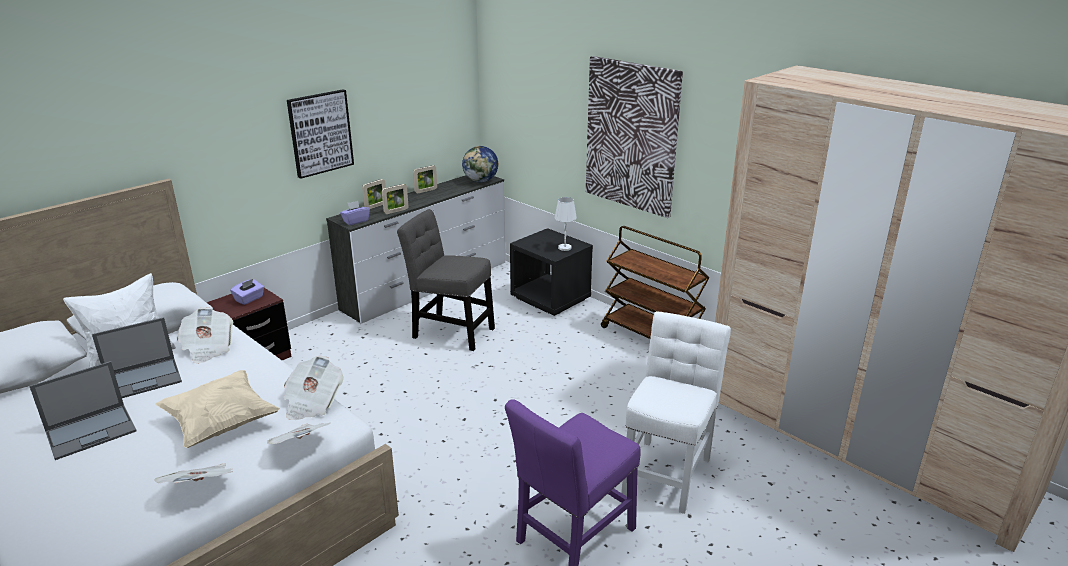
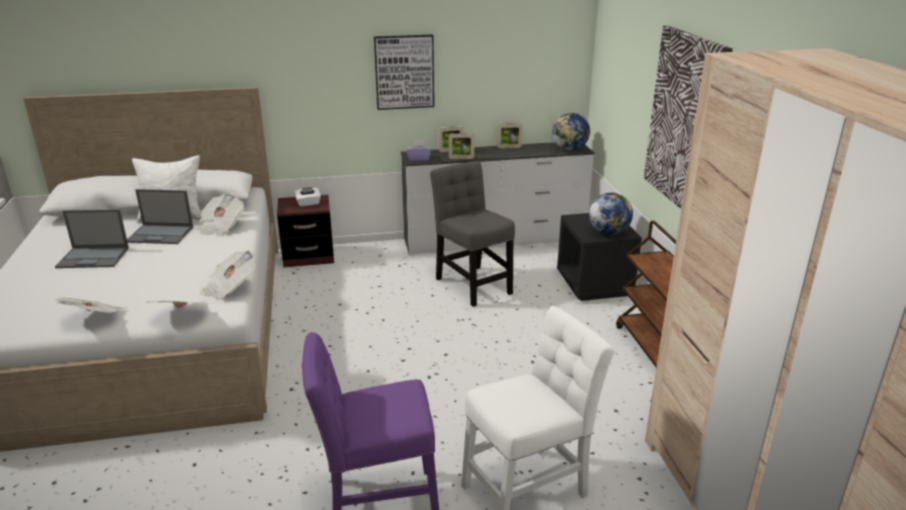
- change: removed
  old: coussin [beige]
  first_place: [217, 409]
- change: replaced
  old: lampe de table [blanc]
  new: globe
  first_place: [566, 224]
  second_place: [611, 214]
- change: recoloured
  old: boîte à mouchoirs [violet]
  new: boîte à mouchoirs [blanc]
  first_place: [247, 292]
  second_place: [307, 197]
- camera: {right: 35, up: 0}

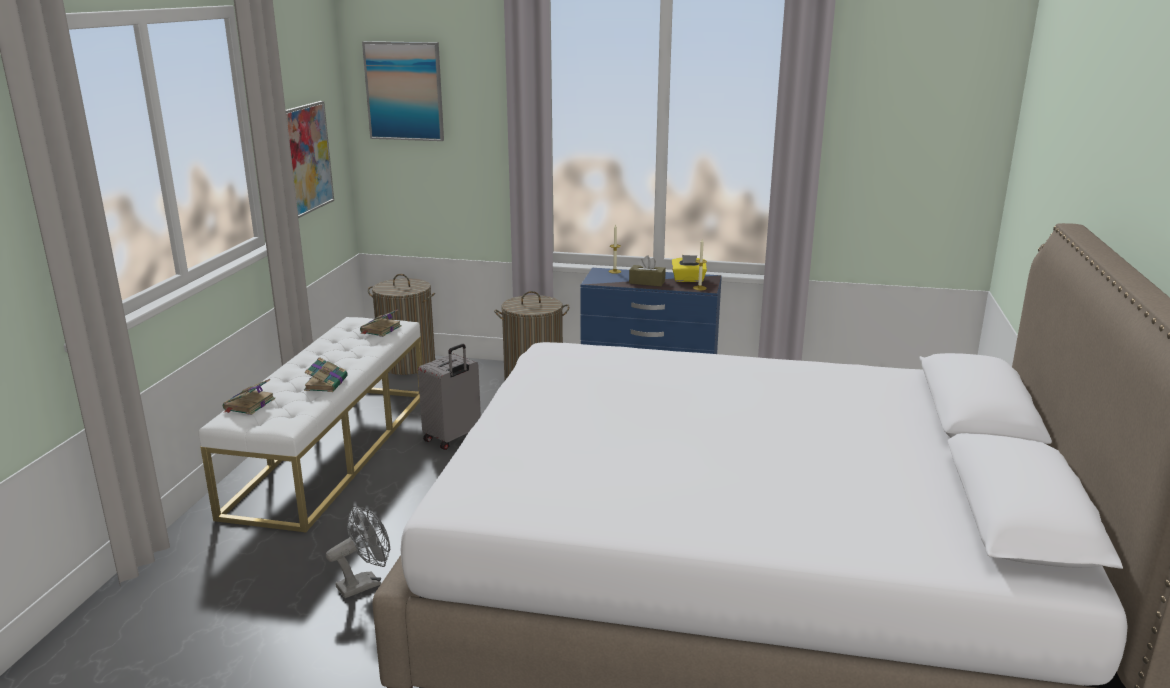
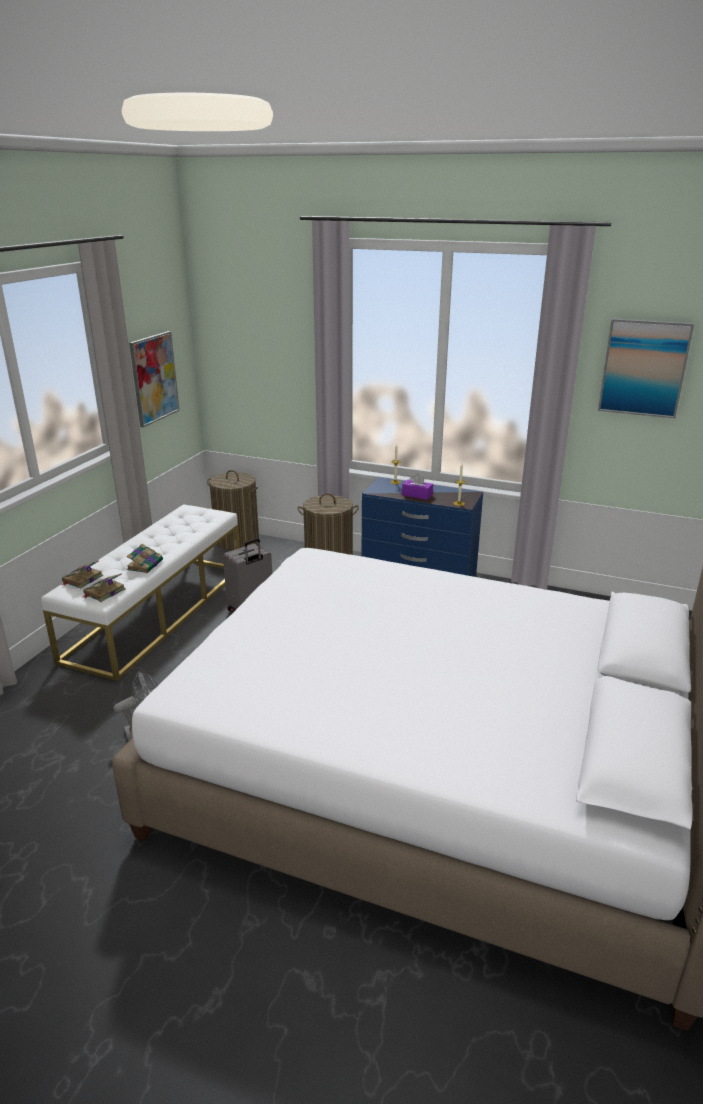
- change: removed
  old: boîte à mouchoirs [jaune]
  first_place: [689, 268]
- change: moved
  old: livre
  first_place: [381, 323]
  second_place: [104, 587]
- change: moved
  old: tableau
  first_place: [403, 91]
  second_place: [646, 368]
- change: recoloured
  old: boîte à mouchoirs [marron]
  new: boîte à mouchoirs [violet]
  first_place: [647, 270]
  second_place: [417, 486]
- camera: {right: 10, up: 5}

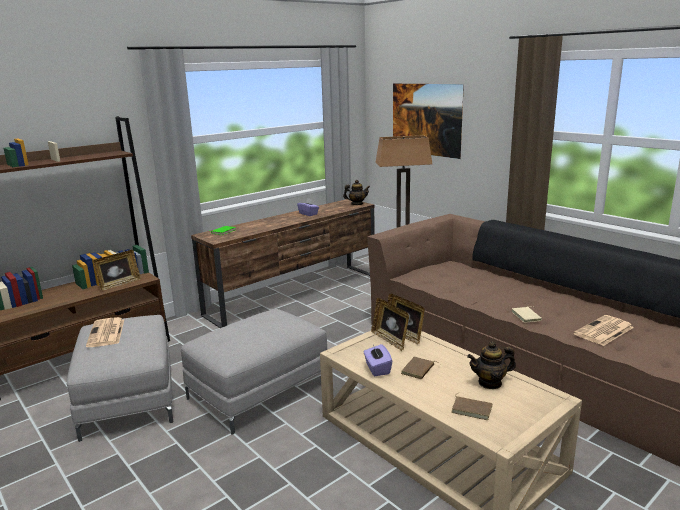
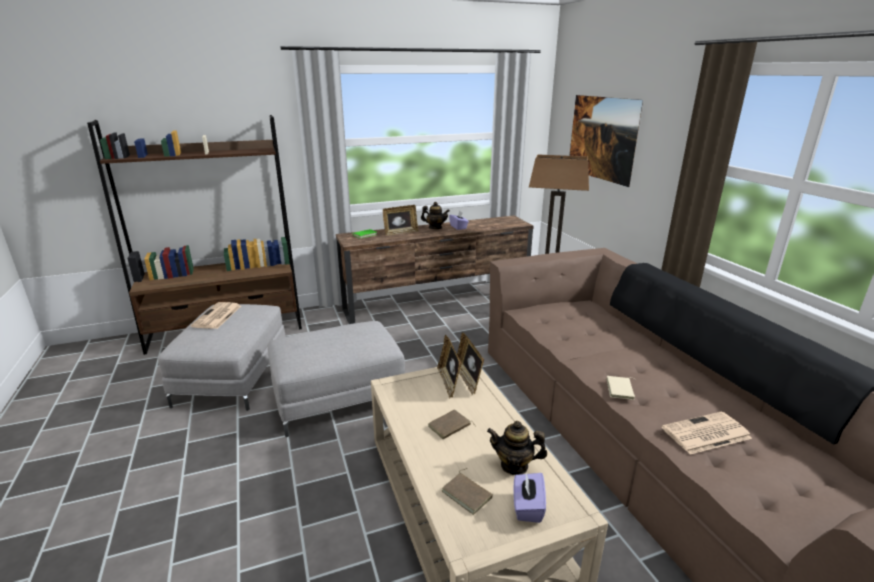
- change: moved
  old: cadre photo
  first_place: [117, 270]
  second_place: [400, 220]
- change: moved
  old: théière
  first_place: [356, 192]
  second_place: [435, 215]
- change: moved
  old: boîte à mouchoirs [violet]
  first_place: [377, 360]
  second_place: [529, 498]
- camera: {right: 20, up: 5}

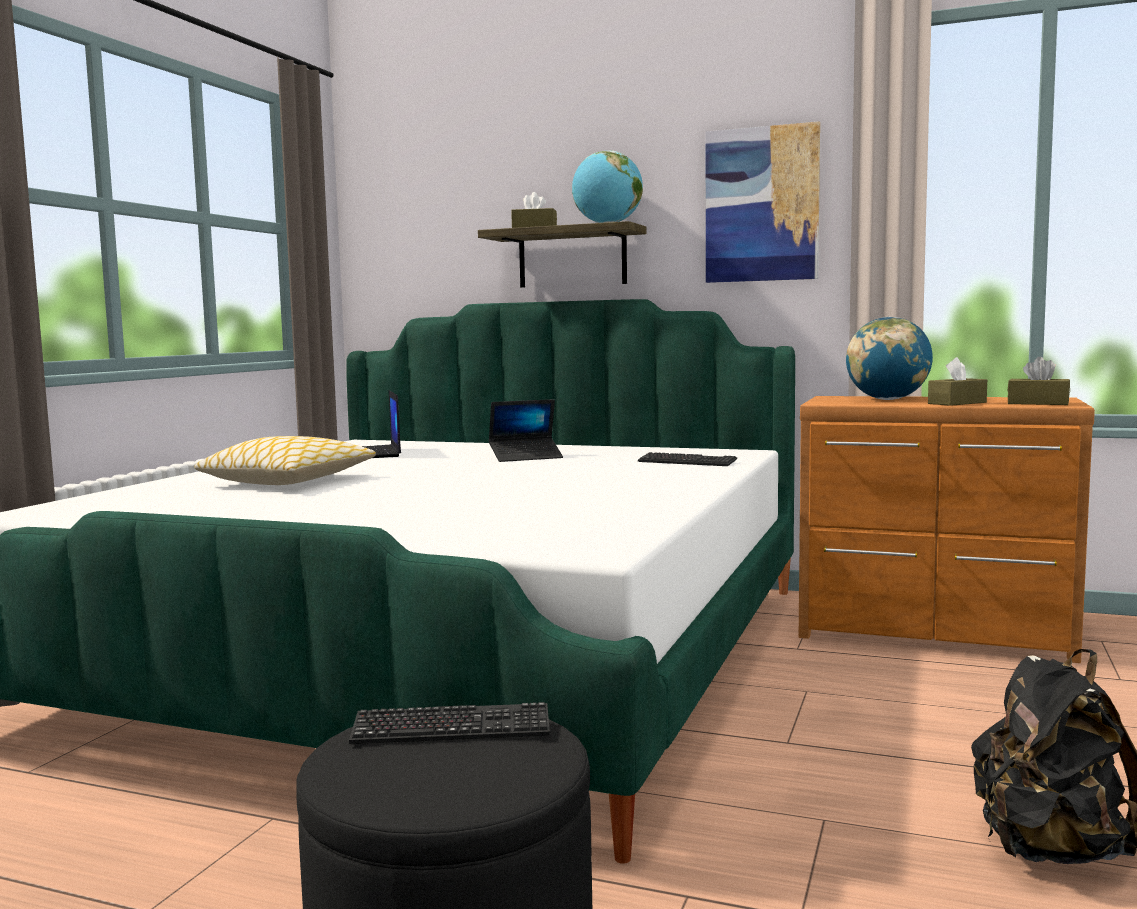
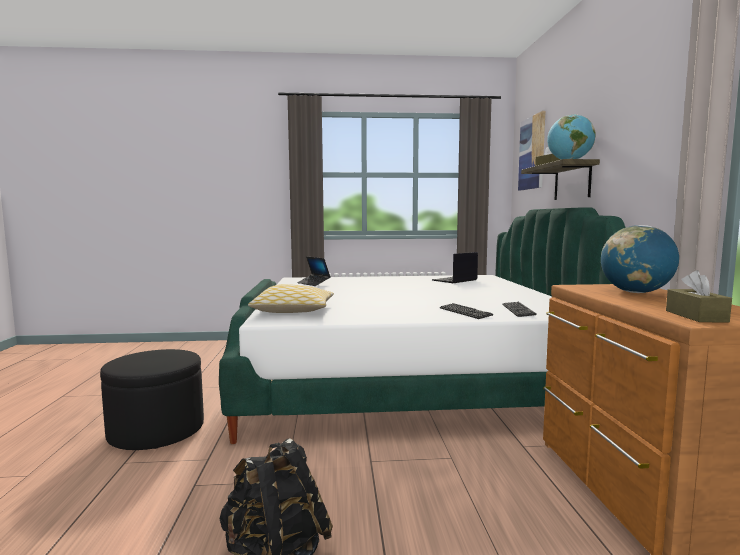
- change: removed
  old: boîte à mouchoirs [marron]
  first_place: [957, 381]
- change: moved
  old: coussin
  first_place: [285, 460]
  second_place: [291, 298]
- change: moved
  old: clavier
  first_place: [449, 723]
  second_place: [466, 311]
- change: moved
  old: ordinateur portable
  first_place: [526, 430]
  second_place: [314, 271]
- change: moved
  old: tableau
  first_place: [763, 202]
  second_place: [532, 151]
- camera: {right: 65, up: 0}

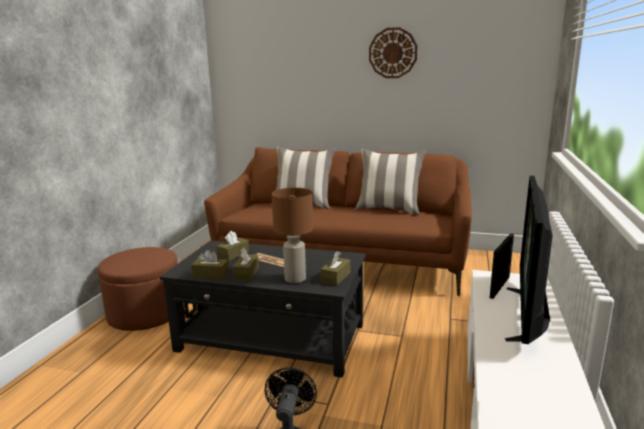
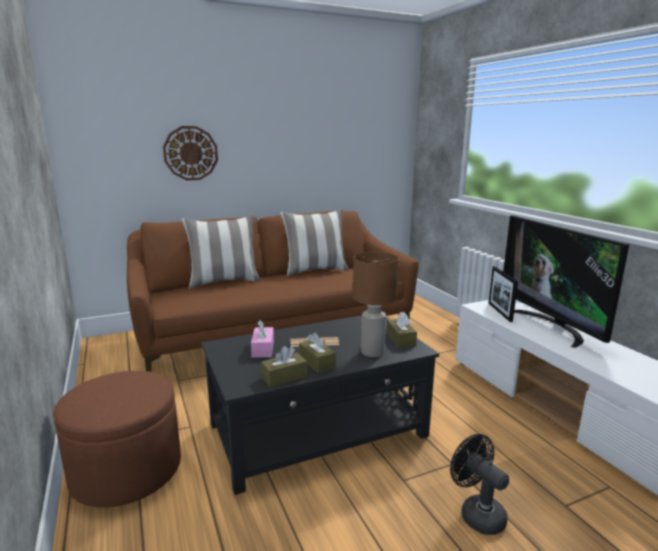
- change: moved
  old: horloge murale
  first_place: [393, 52]
  second_place: [190, 153]
- change: recoloured
  old: boîte à mouchoirs [marron]
  new: boîte à mouchoirs [rose]
  first_place: [232, 246]
  second_place: [262, 339]
- camera: {right: -40, up: 0}

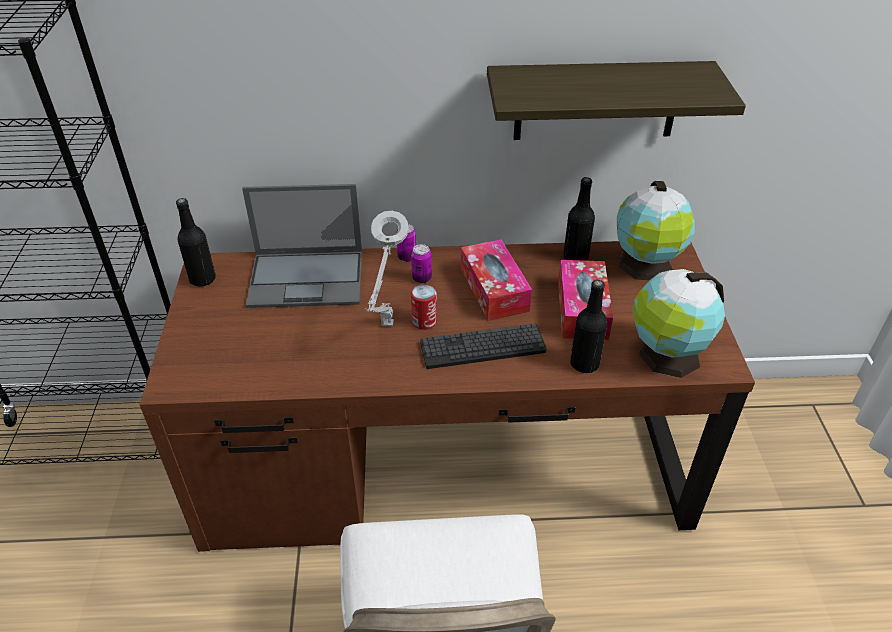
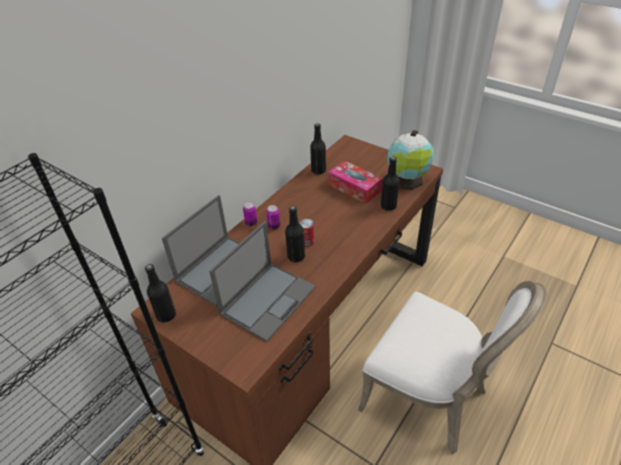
- change: removed
  old: clavier
  first_place: [483, 346]
- change: removed
  old: boîte à mouchoirs
  first_place: [496, 280]
- change: removed
  old: étagère
  first_place: [616, 100]
- change: removed
  old: globe
  first_place: [656, 230]
- change: added
  new: ordinateur portable
  second_place: [262, 281]
- change: replaced
  old: lampe de table [gris]
  new: bouteille [noir]
  first_place: [387, 269]
  second_place: [295, 234]
- camera: {right: -50, up: 0}

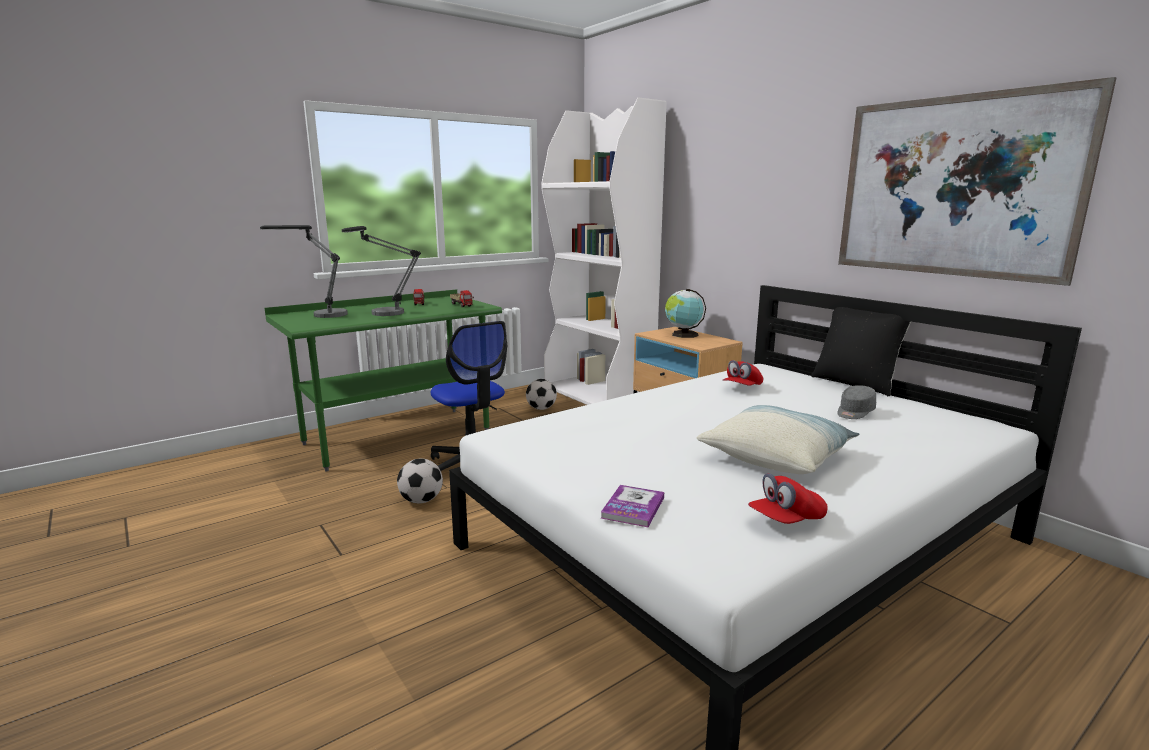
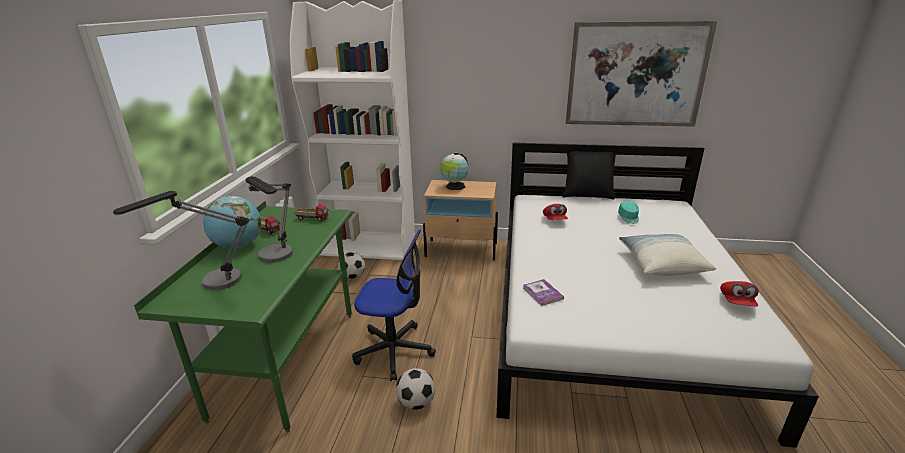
- change: added
  new: globe
  second_place: [232, 222]
- change: moved
  old: livre
  first_place: [632, 506]
  second_place: [543, 292]
- change: recoloured
  old: casquette [gris]
  new: casquette [turquoise]
  first_place: [856, 402]
  second_place: [628, 212]
- camera: {right: -45, up: 10}

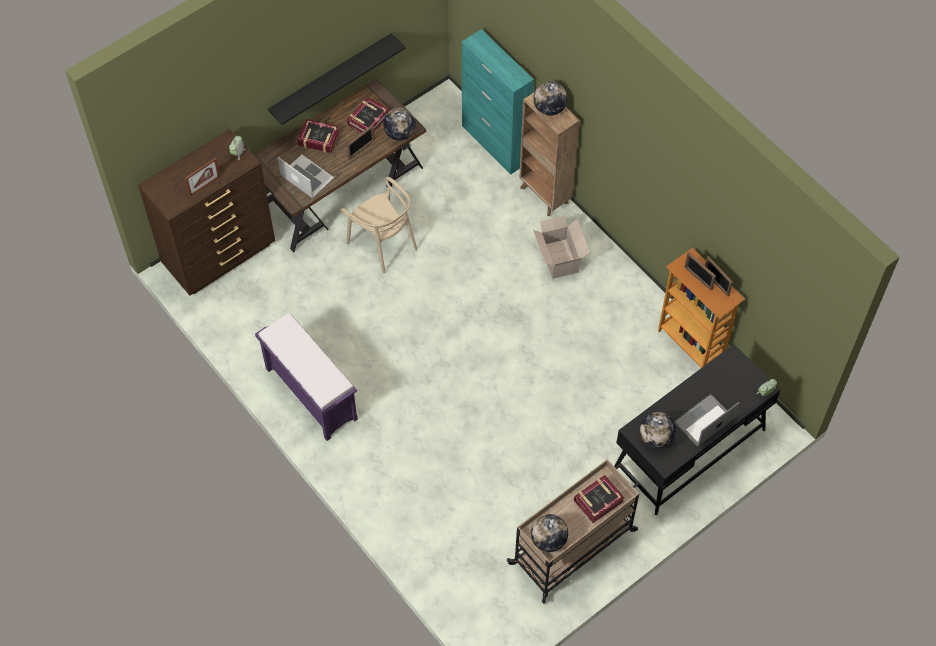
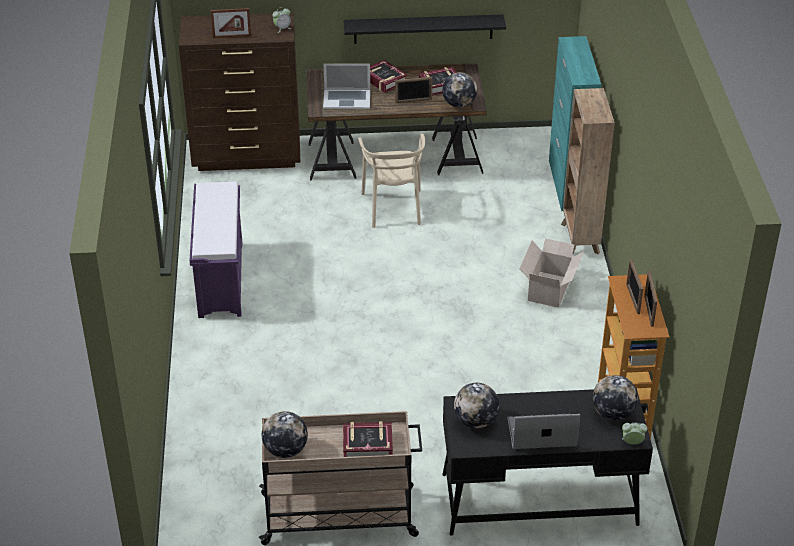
- change: moved
  old: globe
  first_place: [550, 98]
  second_place: [615, 398]
- change: turned
  old: ordinateur portable
  first_place: [306, 176]
  second_place: [346, 86]
  degrees: 105
- camera: {right: 35, up: -20}

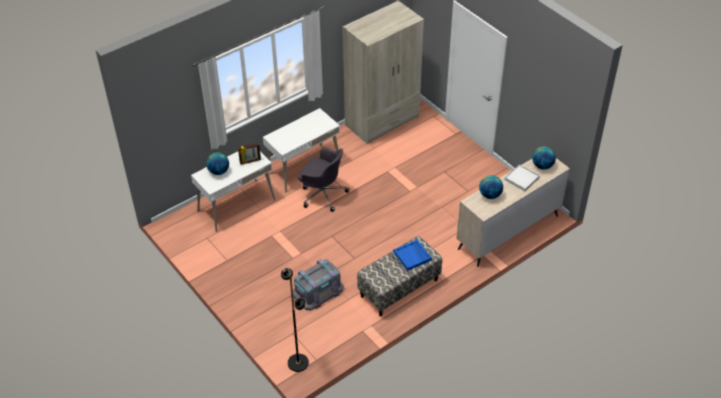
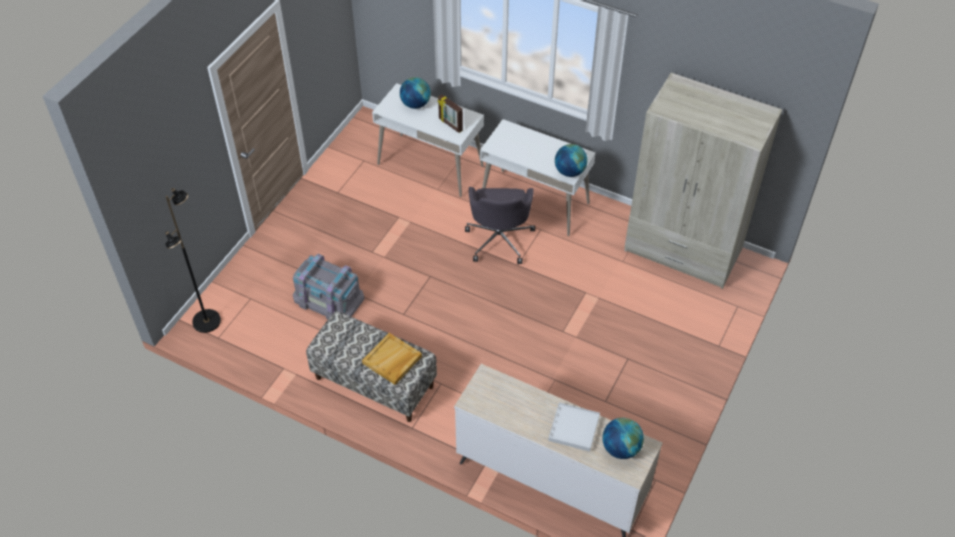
- change: moved
  old: globe
  first_place: [491, 187]
  second_place: [571, 160]
- change: recoloured
  old: plateau [bleu]
  new: plateau [beige]
  first_place: [412, 255]
  second_place: [392, 359]
- camera: {right: 65, up: 5}

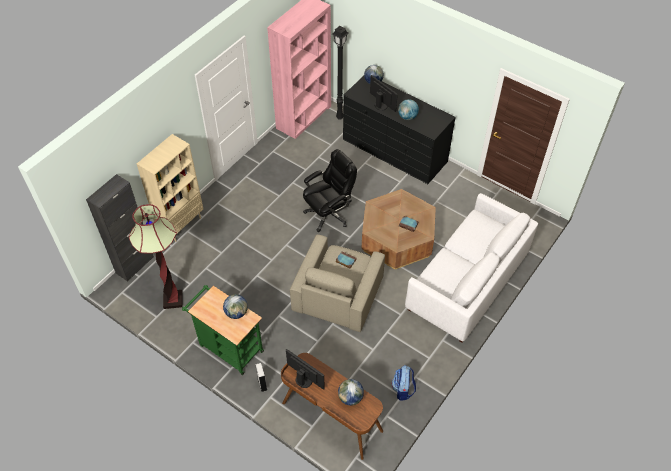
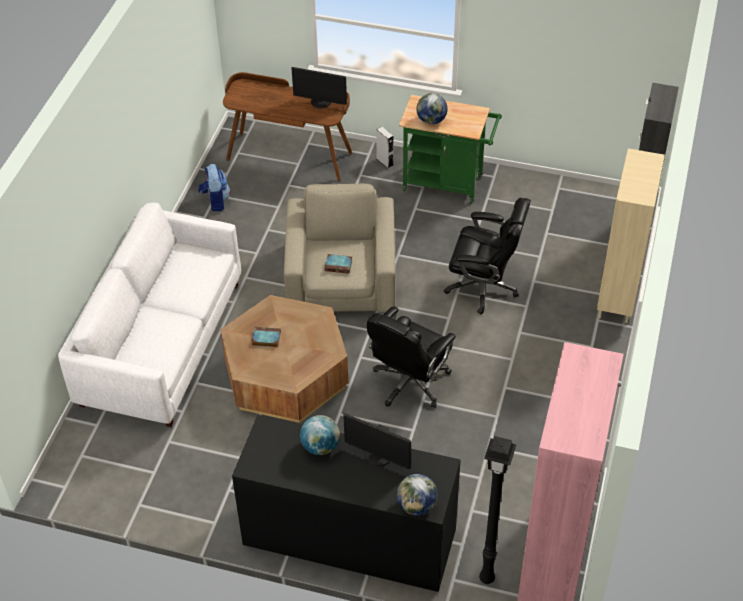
- change: removed
  old: lampadaire
  first_place: [156, 256]
- change: removed
  old: globe
  first_place: [351, 392]
- change: added
  new: chaise de bureau [noir]
  second_place: [487, 256]
- camera: {right: 160, up: -5}

